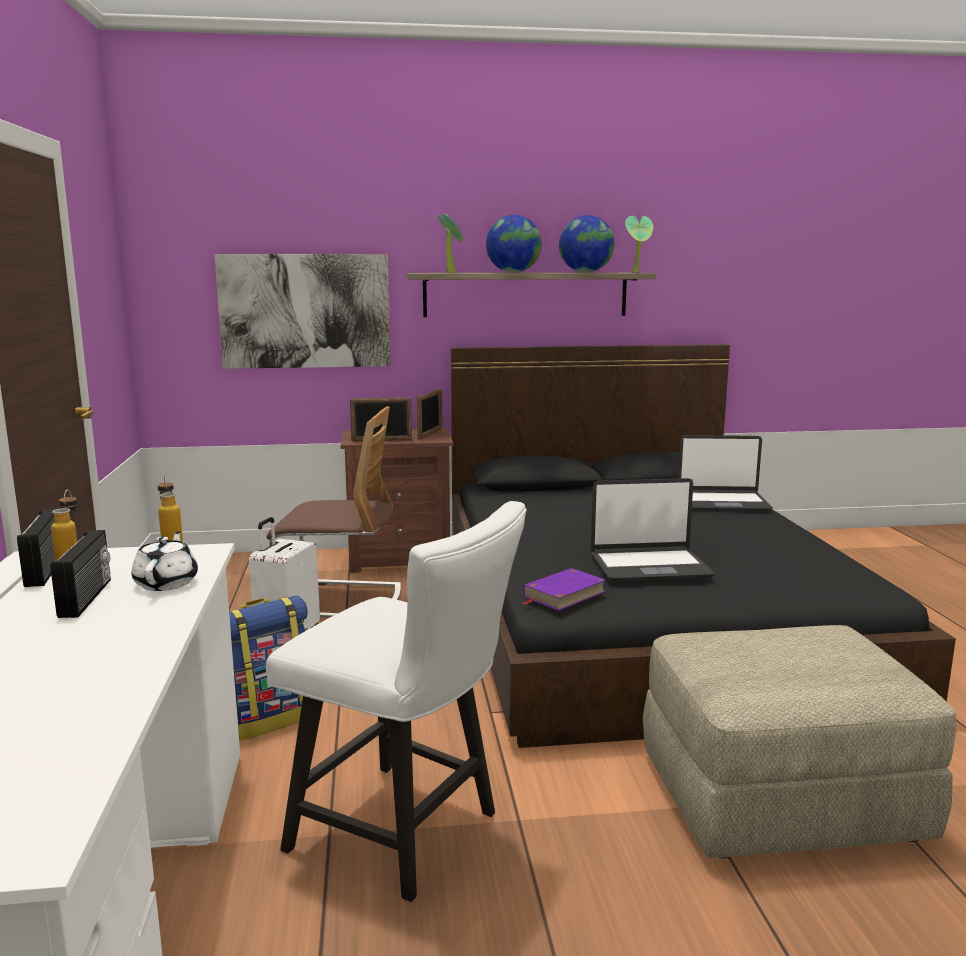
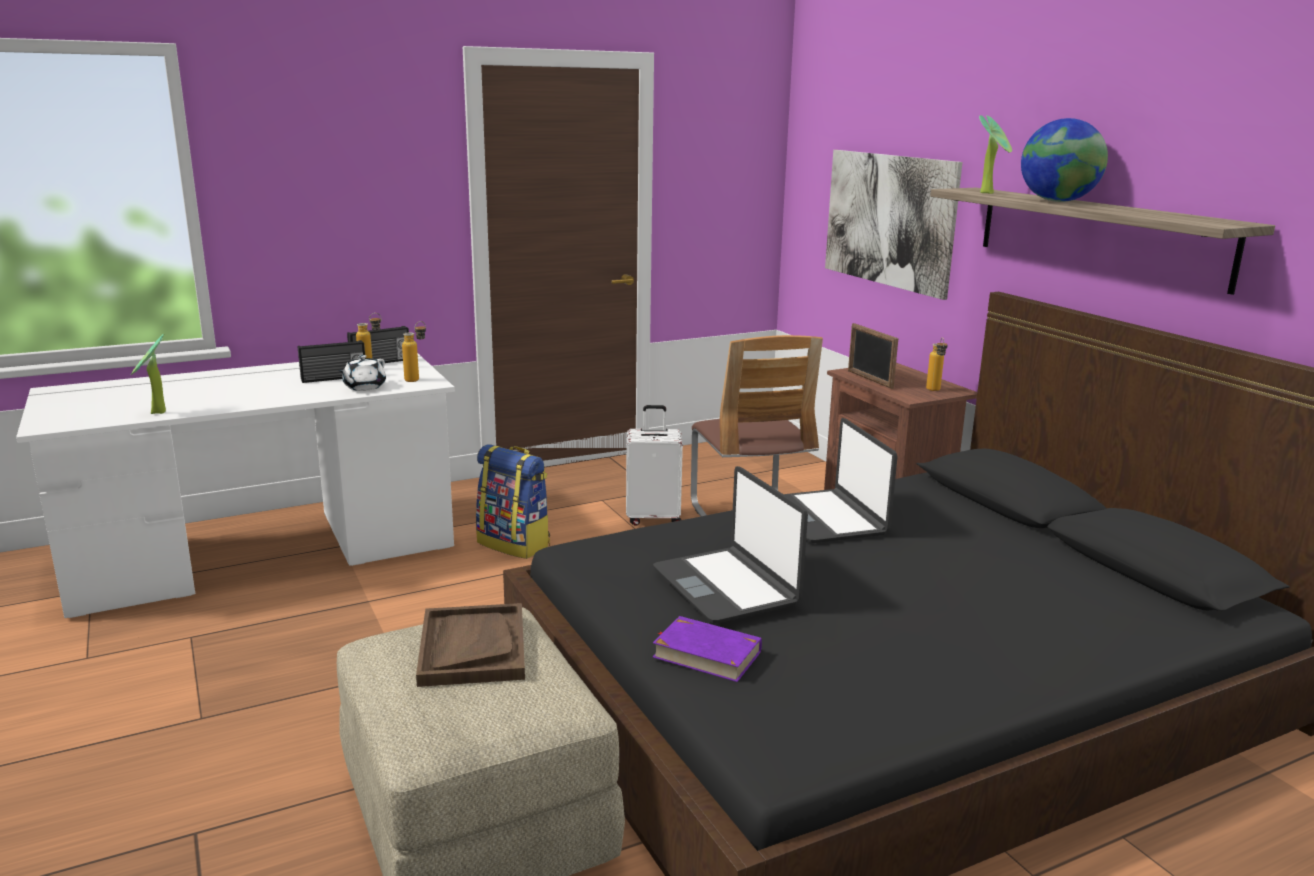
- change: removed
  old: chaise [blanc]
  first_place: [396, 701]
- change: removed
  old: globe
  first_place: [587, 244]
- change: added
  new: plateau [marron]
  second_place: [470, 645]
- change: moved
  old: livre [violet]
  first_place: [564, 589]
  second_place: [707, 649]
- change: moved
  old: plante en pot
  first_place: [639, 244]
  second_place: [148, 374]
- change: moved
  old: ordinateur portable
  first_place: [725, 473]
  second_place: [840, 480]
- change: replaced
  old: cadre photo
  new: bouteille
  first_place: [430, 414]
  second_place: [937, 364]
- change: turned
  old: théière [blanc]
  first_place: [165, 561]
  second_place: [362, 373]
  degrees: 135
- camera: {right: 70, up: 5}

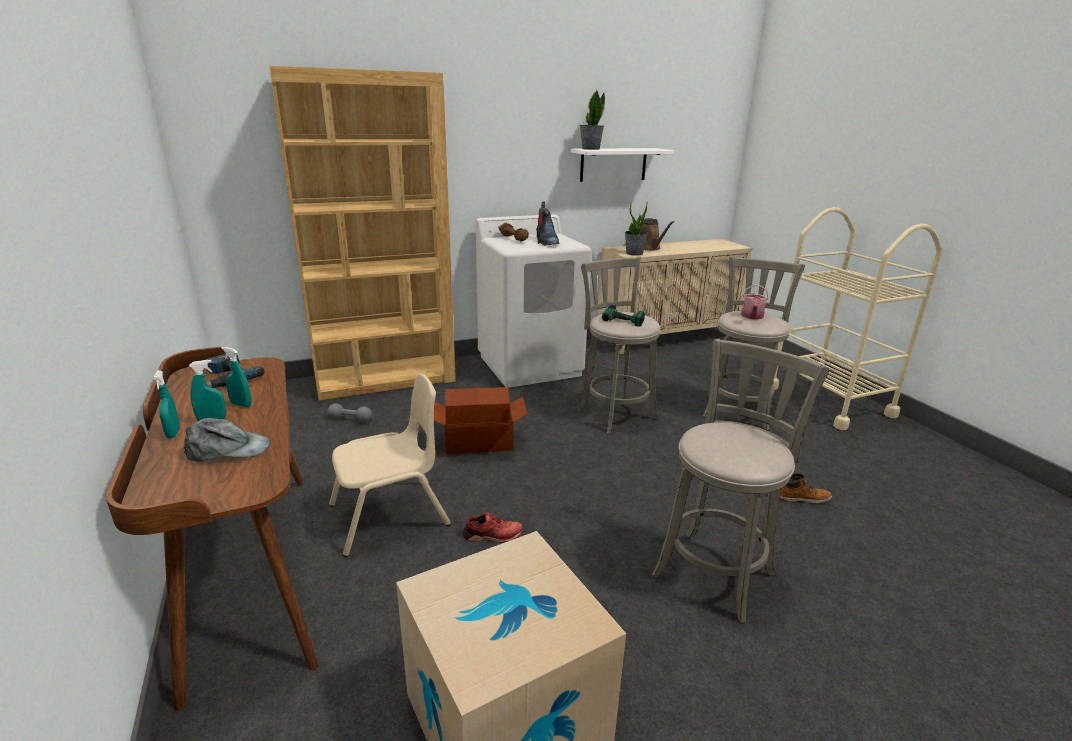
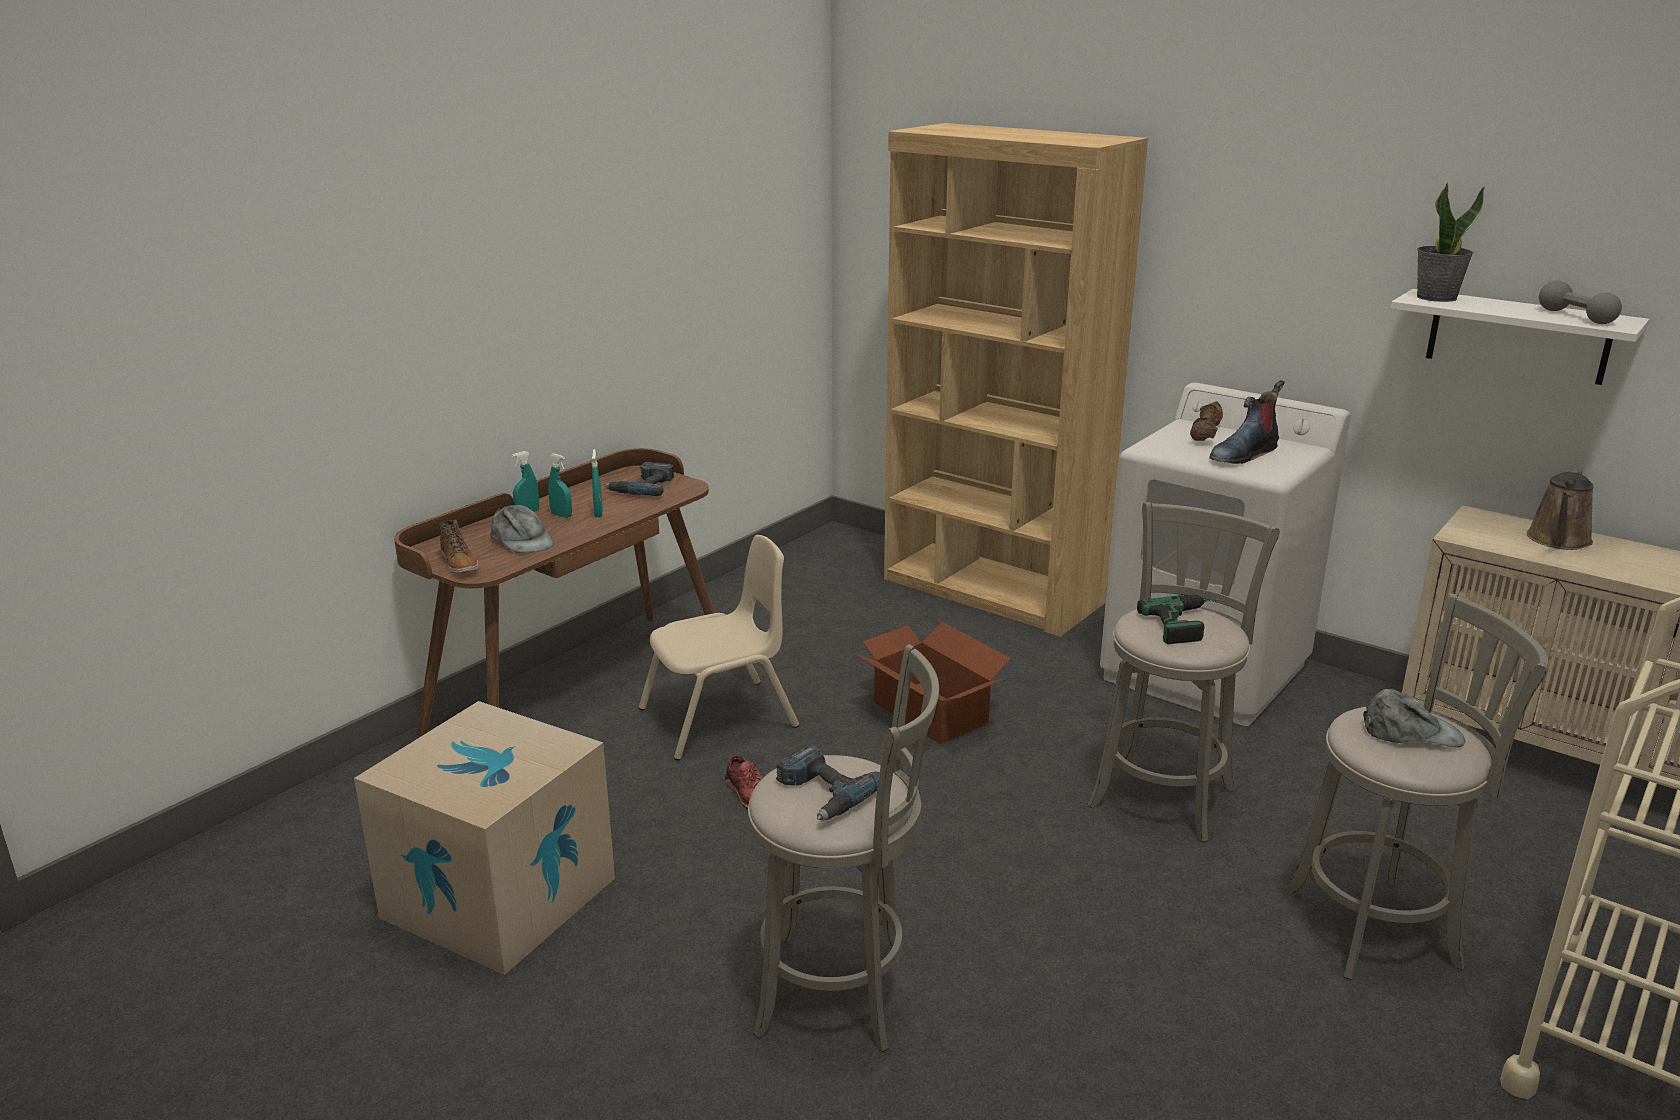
- change: removed
  old: plante en pot
  first_place: [636, 228]
- change: added
  new: perceuse
  second_place: [828, 782]
- change: moved
  old: haltère [gris]
  first_place: [349, 412]
  second_place: [1580, 302]
- change: moved
  old: botte
  first_place: [805, 488]
  second_place: [458, 547]
- change: replaced
  old: arrosoir
  new: casquette [gris]
  first_place: [754, 302]
  second_place: [1414, 718]
- change: turned
  old: chaise [beige]
  first_place: [390, 465]
  second_place: [719, 648]
  degrees: -60
- camera: {right: 60, up: 0}

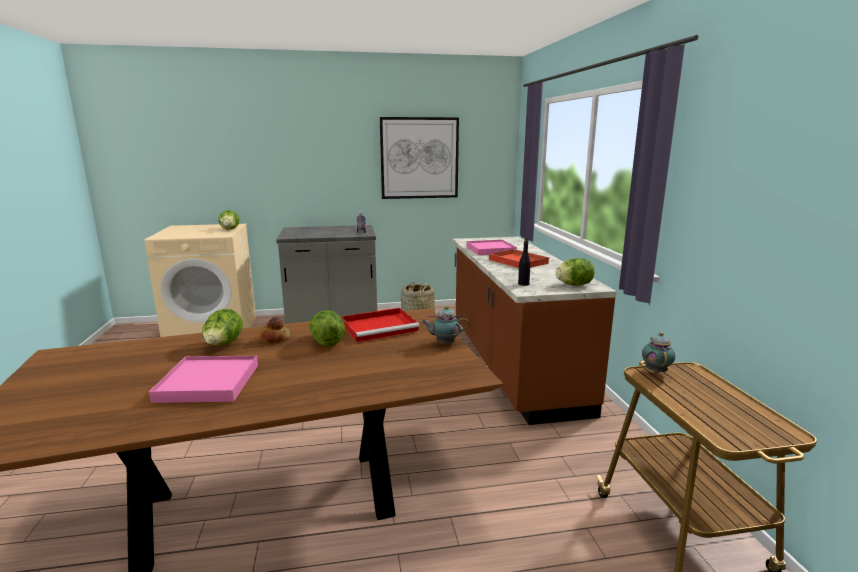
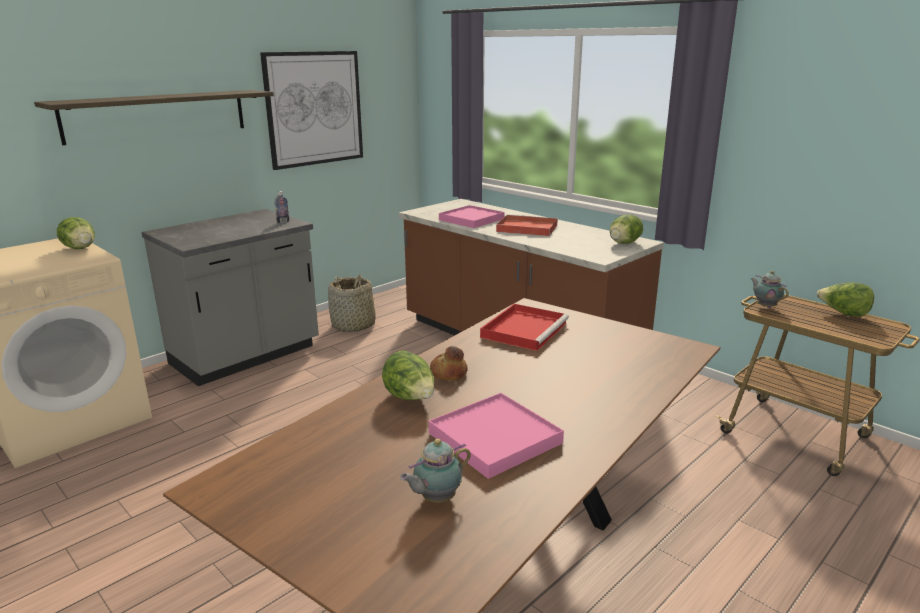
- change: removed
  old: bouteille [noir]
  first_place: [524, 261]
- change: added
  new: étagère
  second_place: [154, 117]
- change: moved
  old: laitue
  first_place: [327, 328]
  second_place: [845, 300]
- change: moved
  old: théière
  first_place: [445, 325]
  second_place: [435, 471]
- camera: {right: -35, up: 5}

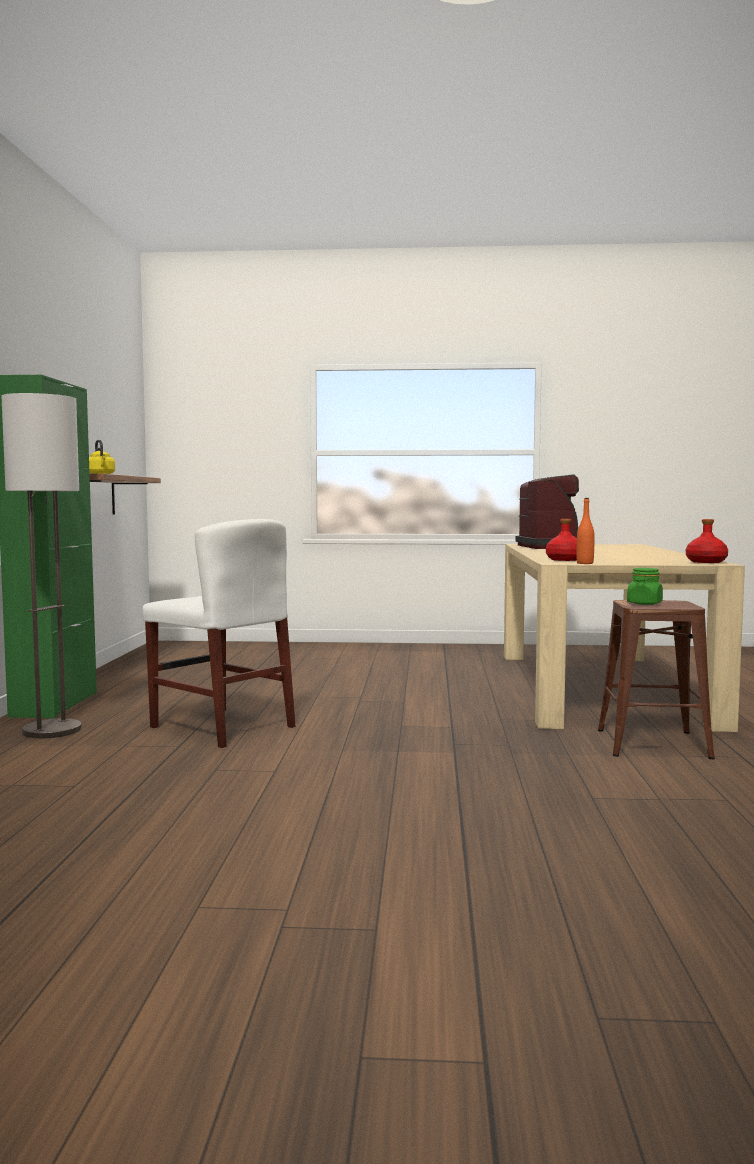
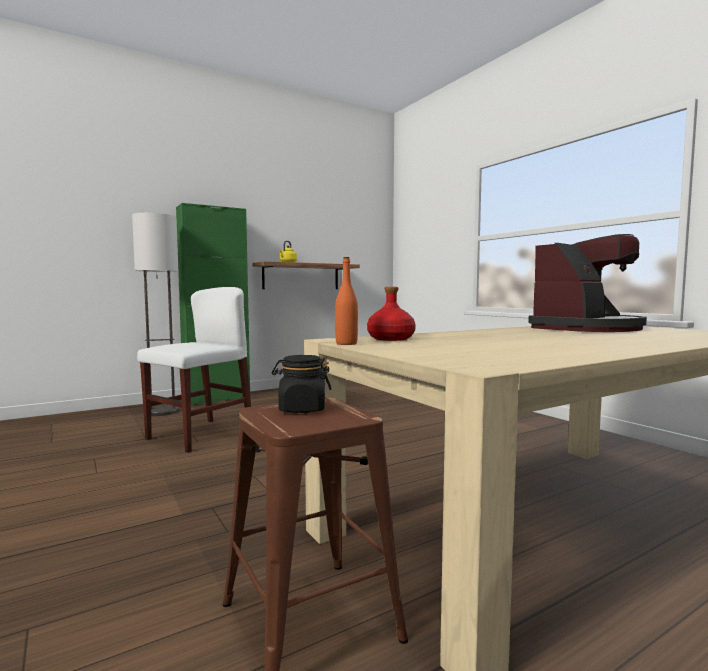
- change: removed
  old: bouteille [rouge]
  first_place: [707, 541]
- change: recoloured
  old: bocal [vert]
  new: bocal [noir]
  first_place: [645, 586]
  second_place: [301, 384]
- change: turned
  old: chaise [blanc]
  first_place: [219, 633]
  second_place: [194, 370]
  degrees: -150
- camera: {right: 55, up: 0}

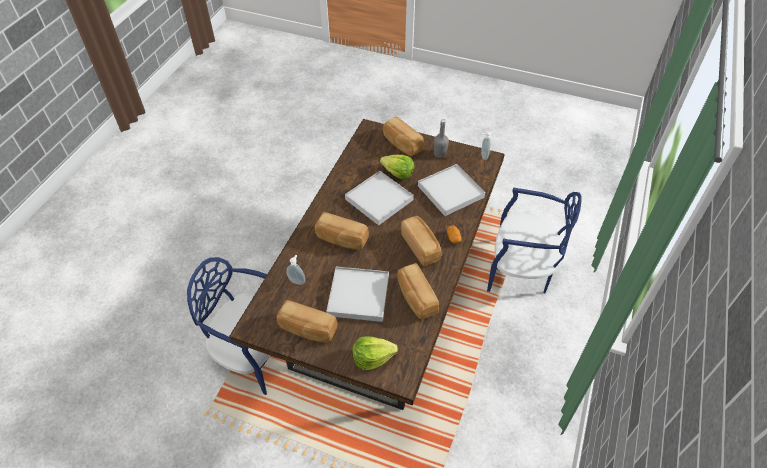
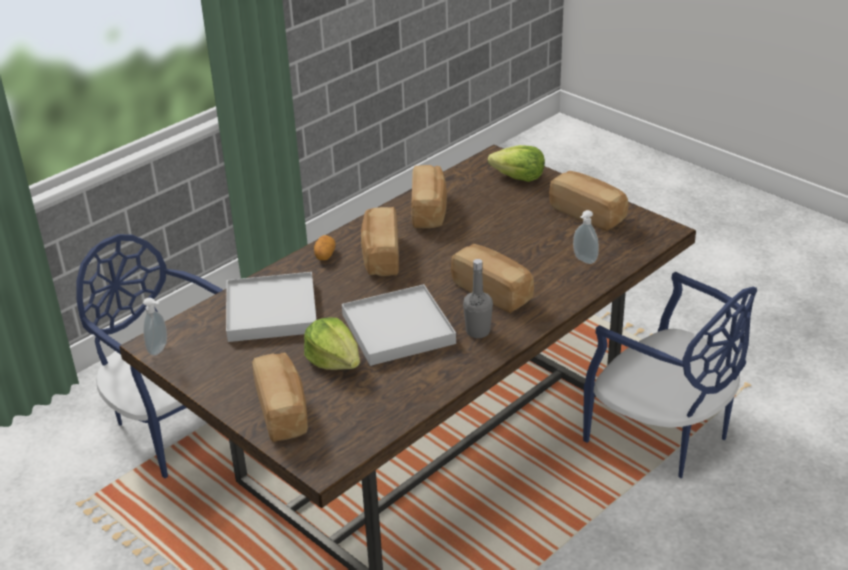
- change: removed
  old: plateau [blanc]
  first_place: [357, 294]
- change: moved
  old: bouteille [gris]
  first_place: [441, 138]
  second_place: [478, 298]
- camera: {right: -155, up: -15}

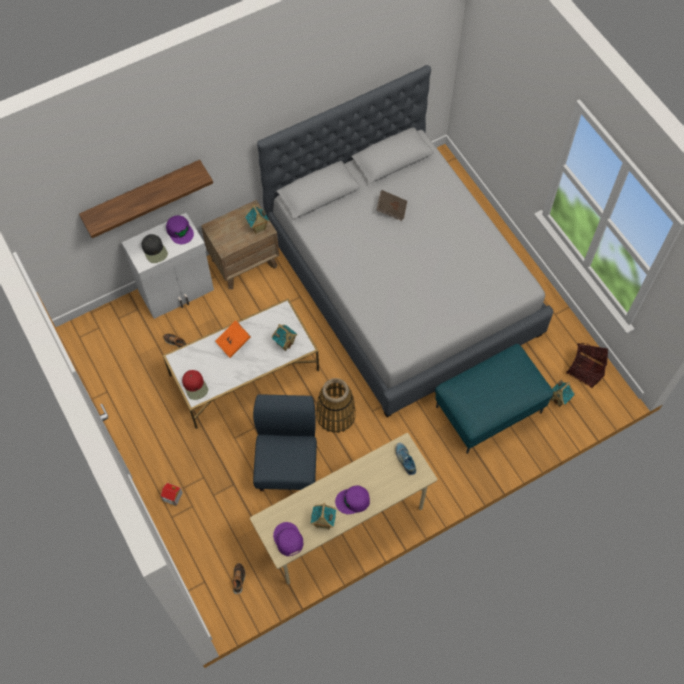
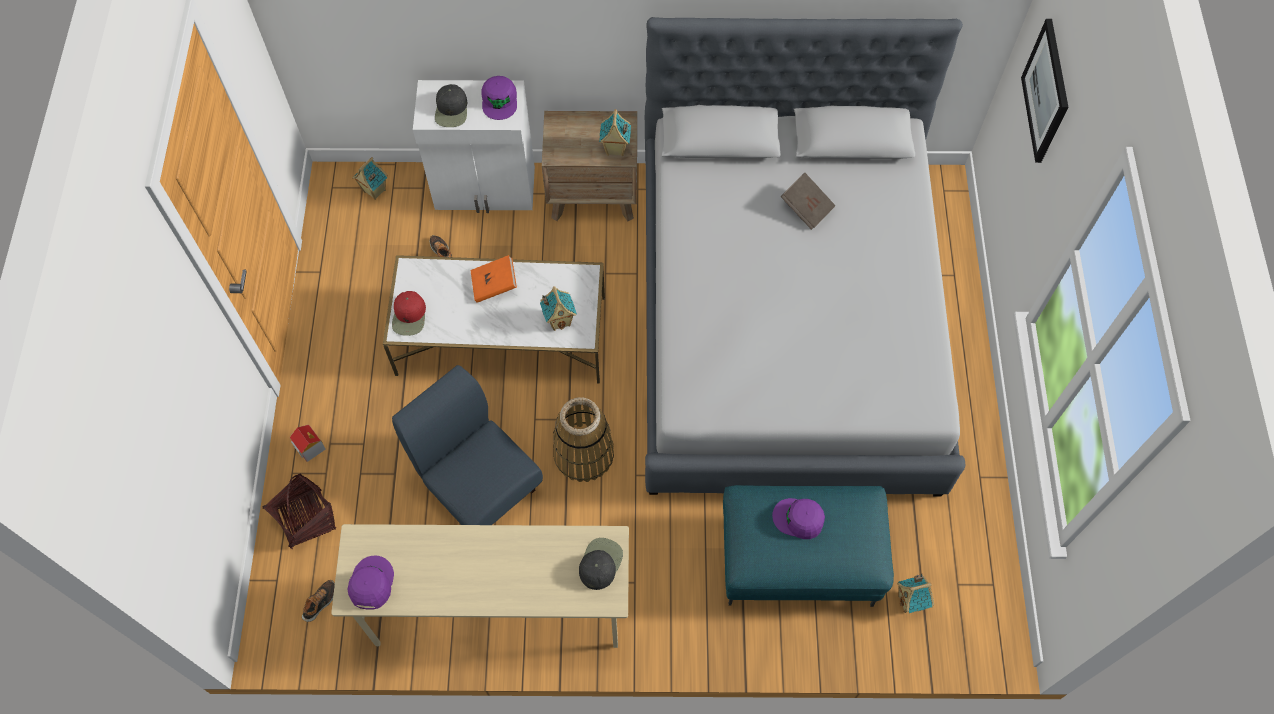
- change: removed
  old: étagère
  first_place: [146, 199]
- change: added
  new: tableau
  second_place: [1044, 91]
- change: moved
  old: maison miniature
  first_place: [323, 516]
  second_place: [370, 178]
- change: moved
  old: casquette [violet]
  first_place: [352, 499]
  second_place: [798, 518]
- change: moved
  old: panier
  first_place: [587, 365]
  second_place: [299, 511]
- change: replaced
  old: chaussure
  new: casquette [noir]
  first_place: [405, 459]
  second_place: [601, 564]
- change: turned
  old: chaise [bleu]
  first_place: [285, 442]
  second_place: [467, 445]
  degrees: -75
- camera: {right: 30, up: 0}

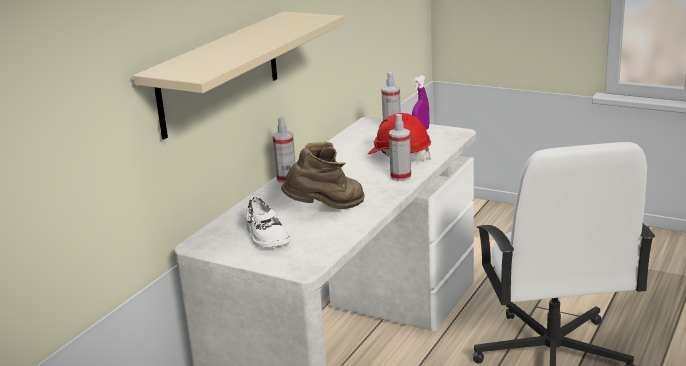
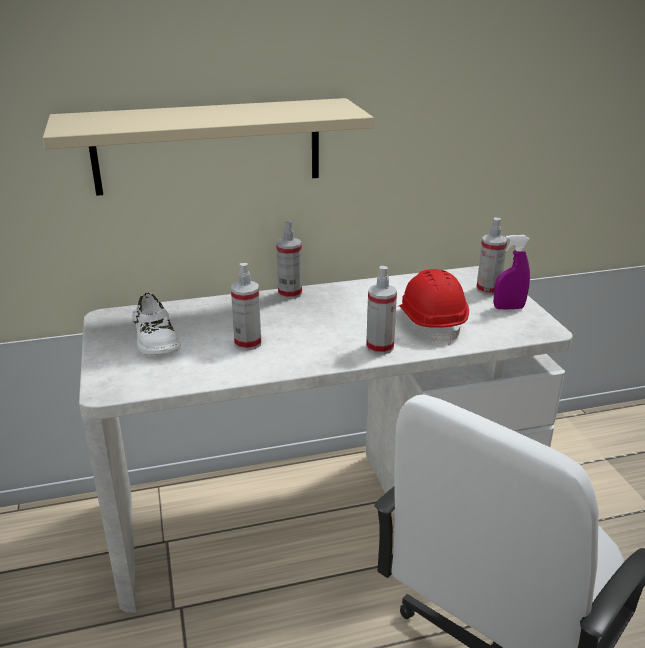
- change: replaced
  old: botte [marron]
  new: vaporisateur
  first_place: [323, 176]
  second_place: [246, 307]
- change: turned
  old: chaussure [blanc]
  first_place: [267, 222]
  second_place: [156, 323]
  degrees: -45
- camera: {right: 45, up: 5}

